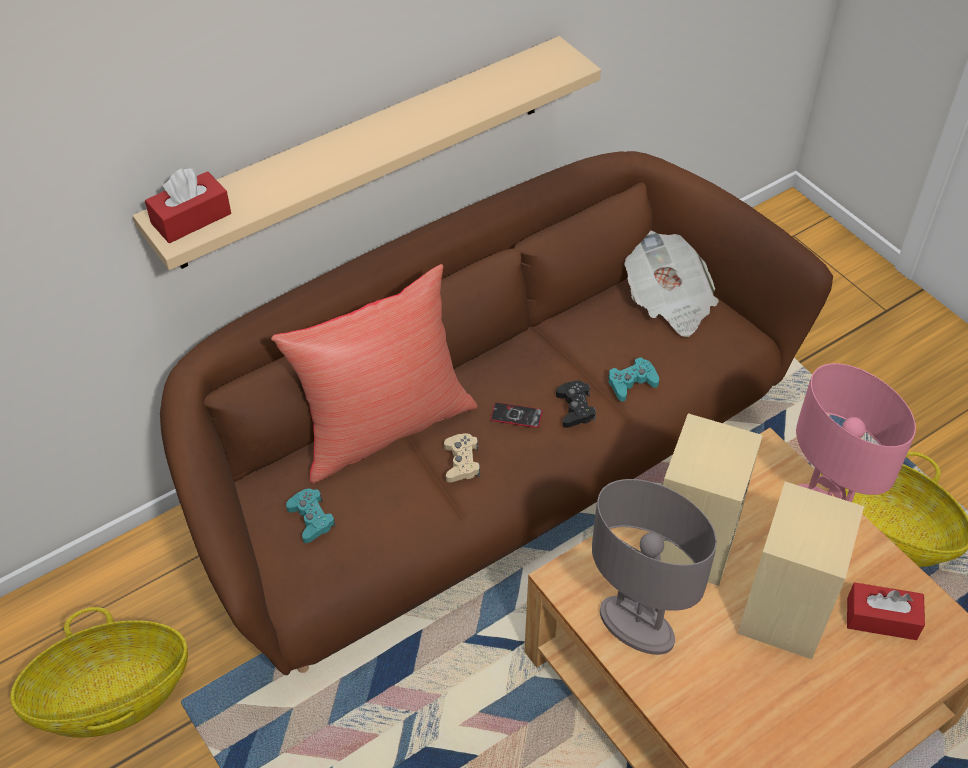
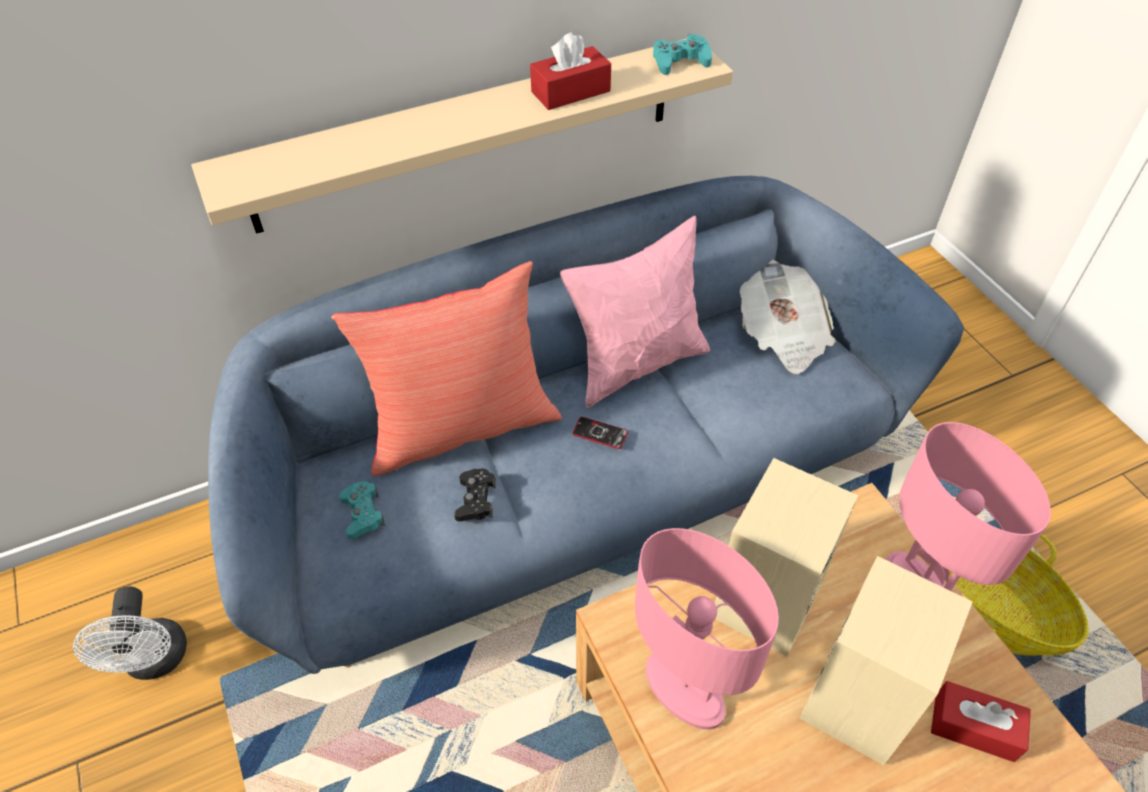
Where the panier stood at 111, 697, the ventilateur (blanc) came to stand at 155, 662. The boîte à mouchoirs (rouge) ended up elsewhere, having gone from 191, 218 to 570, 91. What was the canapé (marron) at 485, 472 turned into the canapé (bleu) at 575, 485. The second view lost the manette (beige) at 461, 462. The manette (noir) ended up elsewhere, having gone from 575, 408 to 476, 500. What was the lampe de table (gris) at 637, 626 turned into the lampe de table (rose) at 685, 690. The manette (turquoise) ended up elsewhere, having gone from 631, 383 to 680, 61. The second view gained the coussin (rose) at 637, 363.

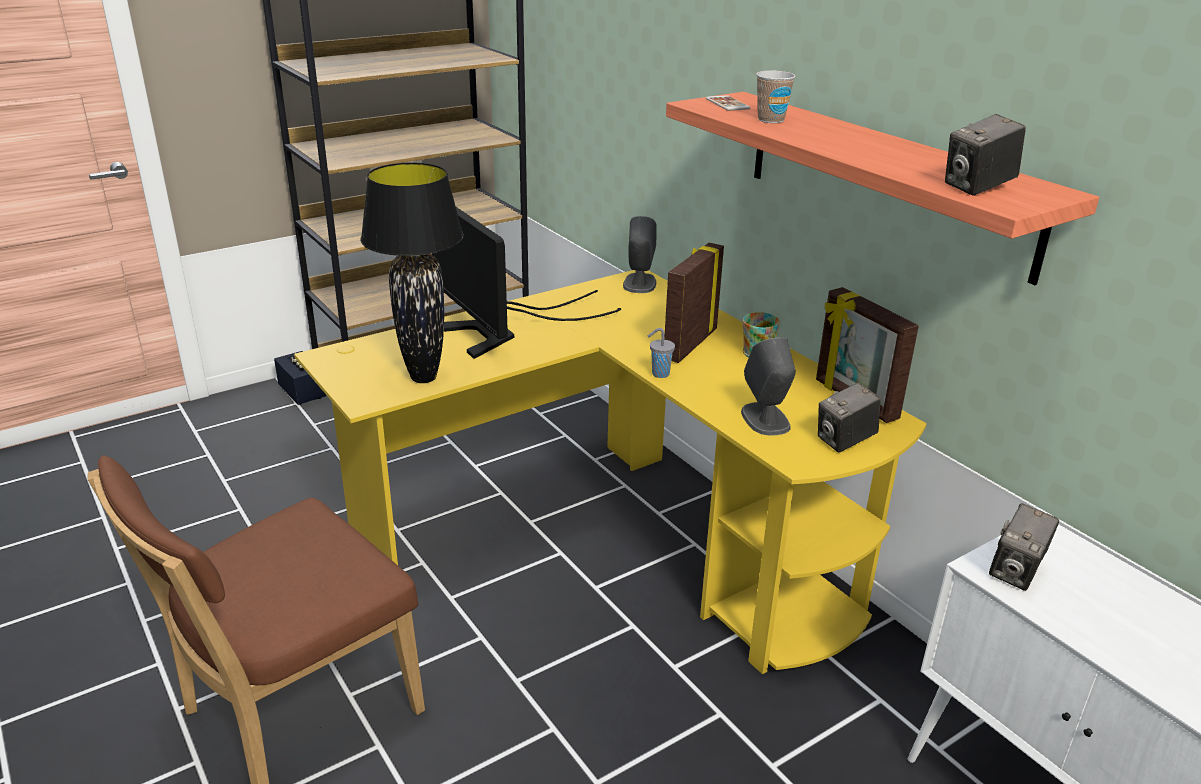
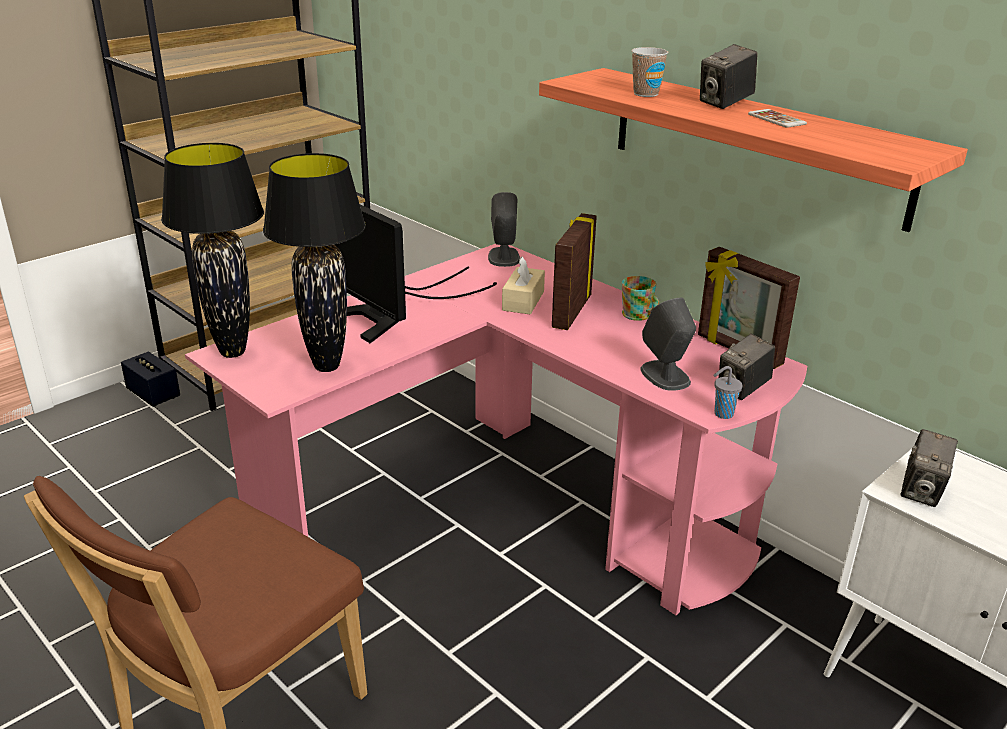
What was the bureau (jaune) at 614, 540 turned into the bureau (rose) at 505, 506. The tasse (gris) ended up elsewhere, having gone from 659, 374 to 722, 414. The téléphone ended up elsewhere, having gone from 727, 104 to 776, 119. The appareil photo ended up elsewhere, having gone from 977, 188 to 725, 103. The second view gained the lampe de table (noir) at 232, 352. The second view gained the boîte à mouchoirs (beige) at 523, 301.

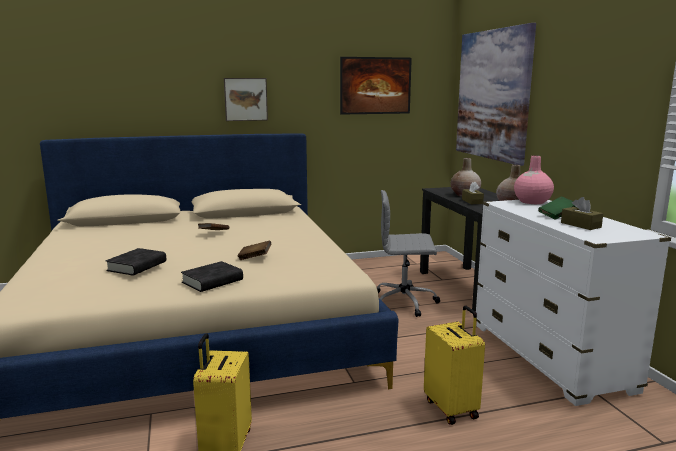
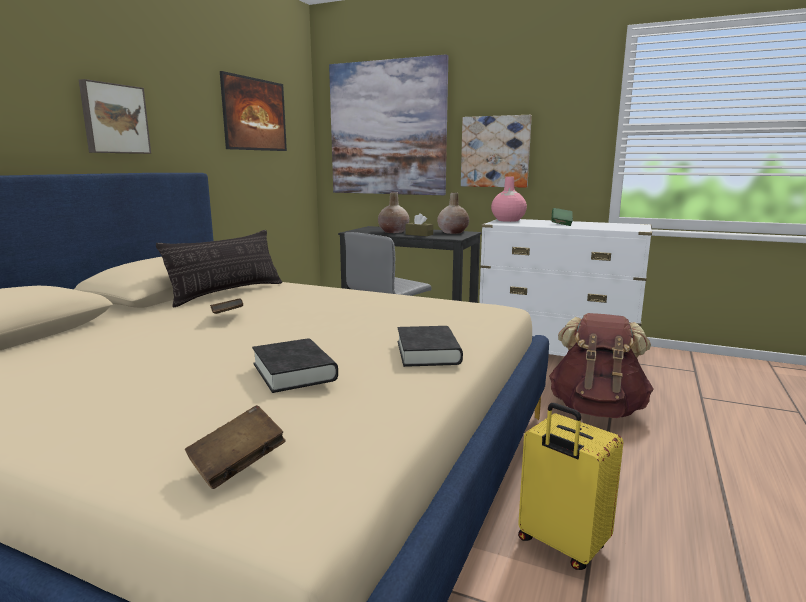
The livre (marron) ended up elsewhere, having gone from 255, 258 to 237, 465. Where the valise (jaune) stood at 452, 408, the sac à dos (marron) came to stand at 597, 409. The second view lost the boîte à mouchoirs (marron) at 580, 225. The second view gained the coussin at 227, 293. The second view gained the tableau at 495, 152.

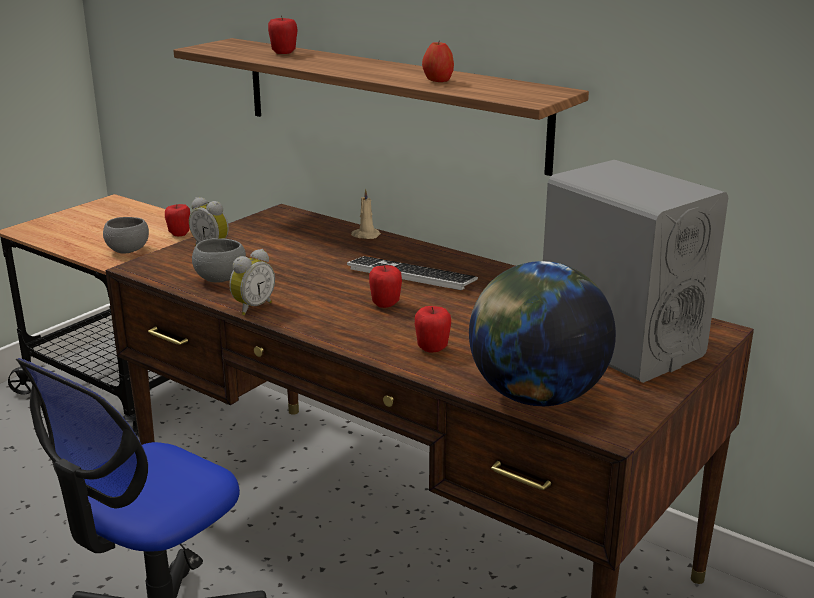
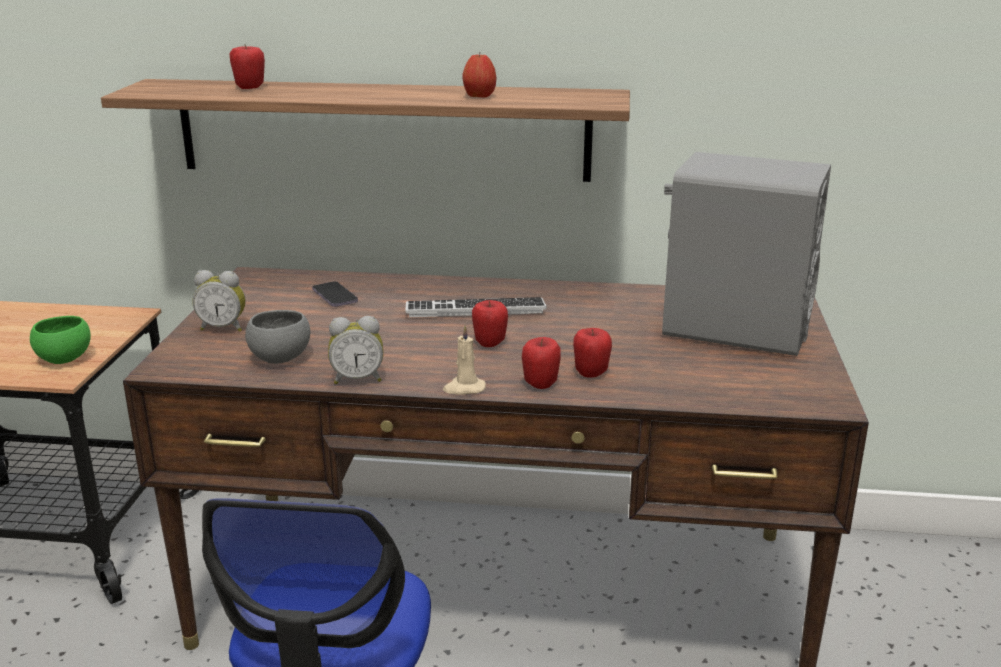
What was the bol (gris) at 128, 250 turned into the bol (vert) at 65, 359. The pomme ended up elsewhere, having gone from 179, 234 to 540, 384. The réveil at 252, 307 ended up facing another way, 75 degrees clockwise from before. The bougie (beige) ended up elsewhere, having gone from 365, 235 to 464, 388. The second view lost the globe at 536, 396. The second view gained the téléphone at 334, 296.

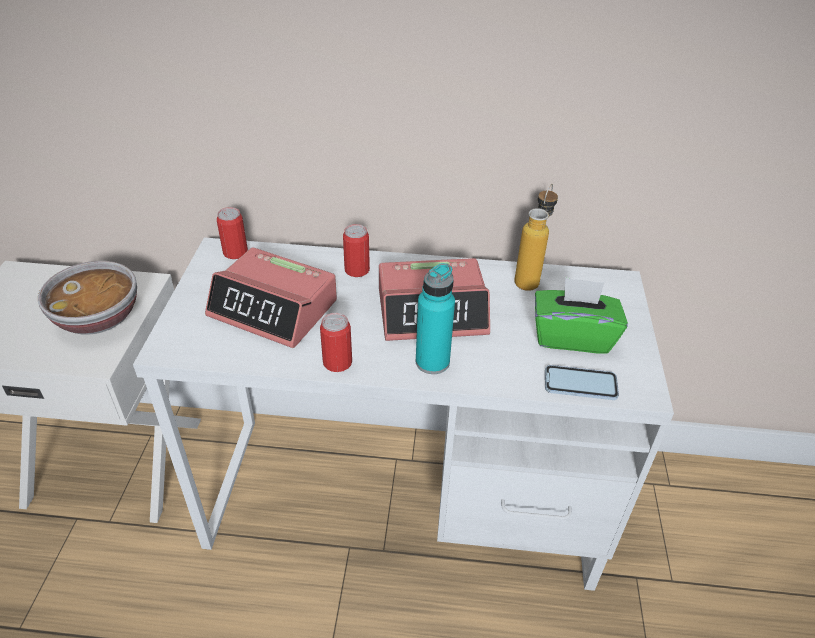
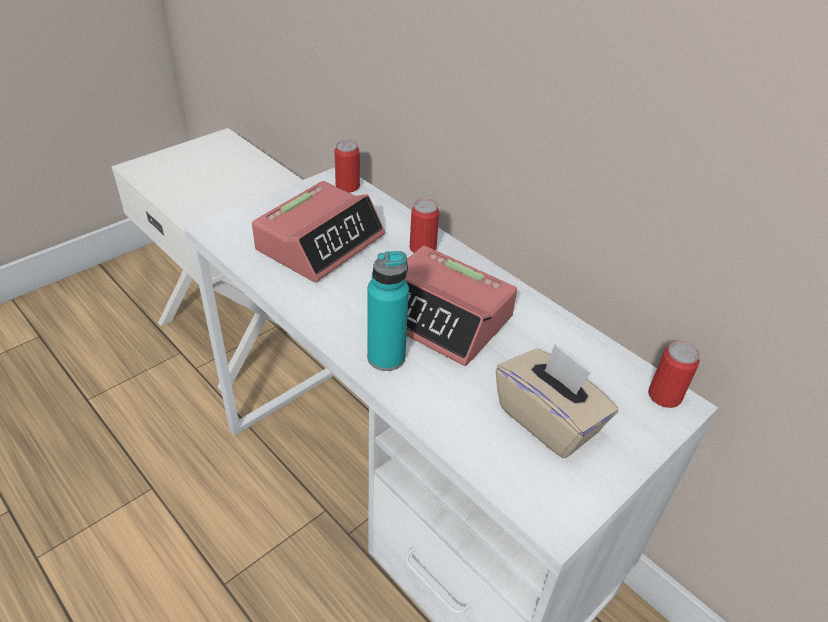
The second view lost the bol at 99, 318. The réveil at 274, 309 ended up facing another way, 120 degrees counterclockwise from before. The boîte métallique ended up elsewhere, having gone from 337, 362 to 664, 396. The second view lost the bouteille at 530, 278. What was the boîte à mouchoirs (vert) at 572, 336 turned into the boîte à mouchoirs (beige) at 548, 420. The second view lost the téléphone at 580, 384.

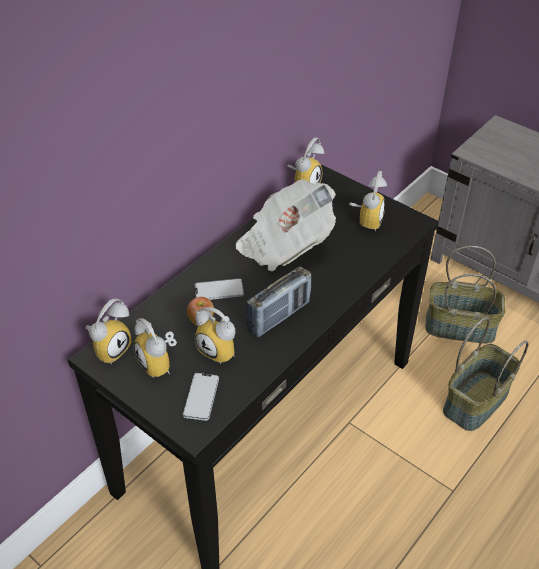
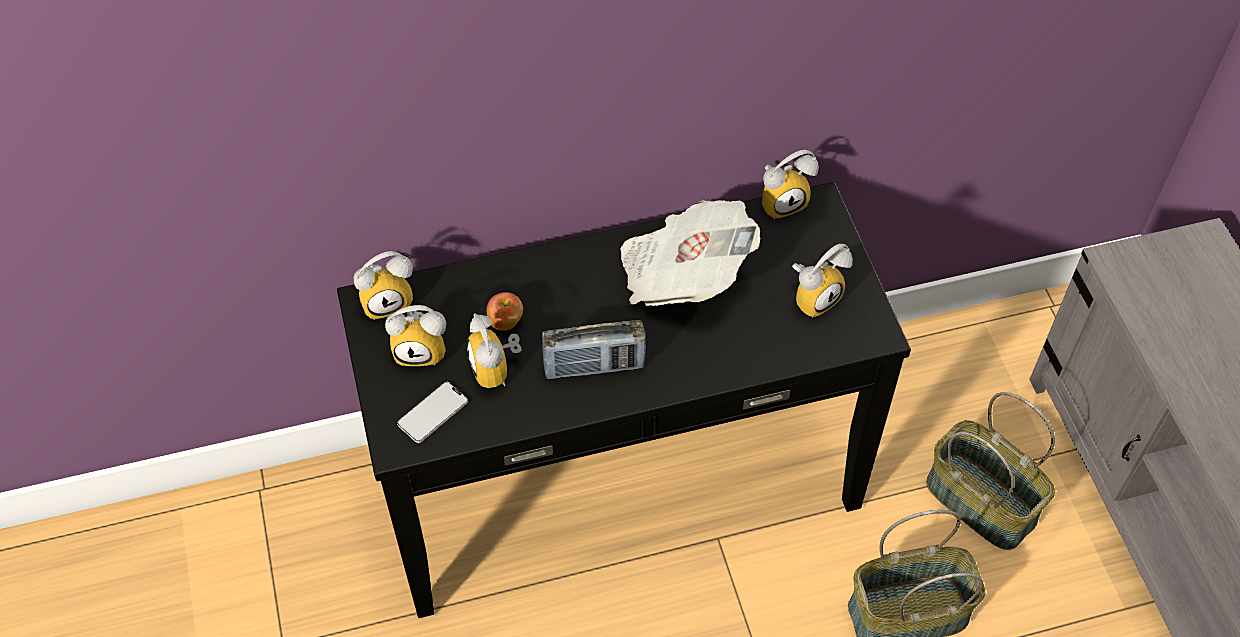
The réveil at 160, 364 ended up facing another way, 90 degrees counterclockwise from before. The second view lost the téléphone at 219, 290.

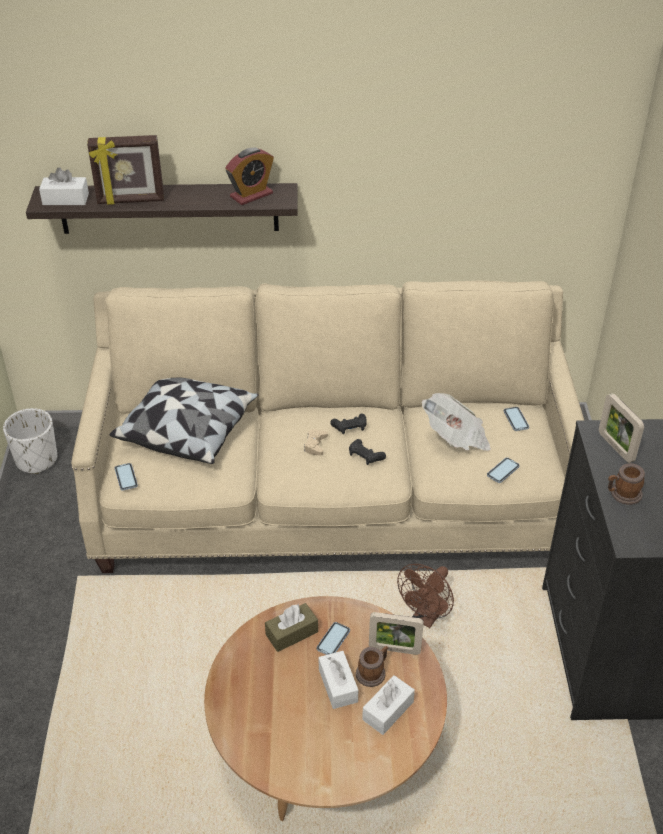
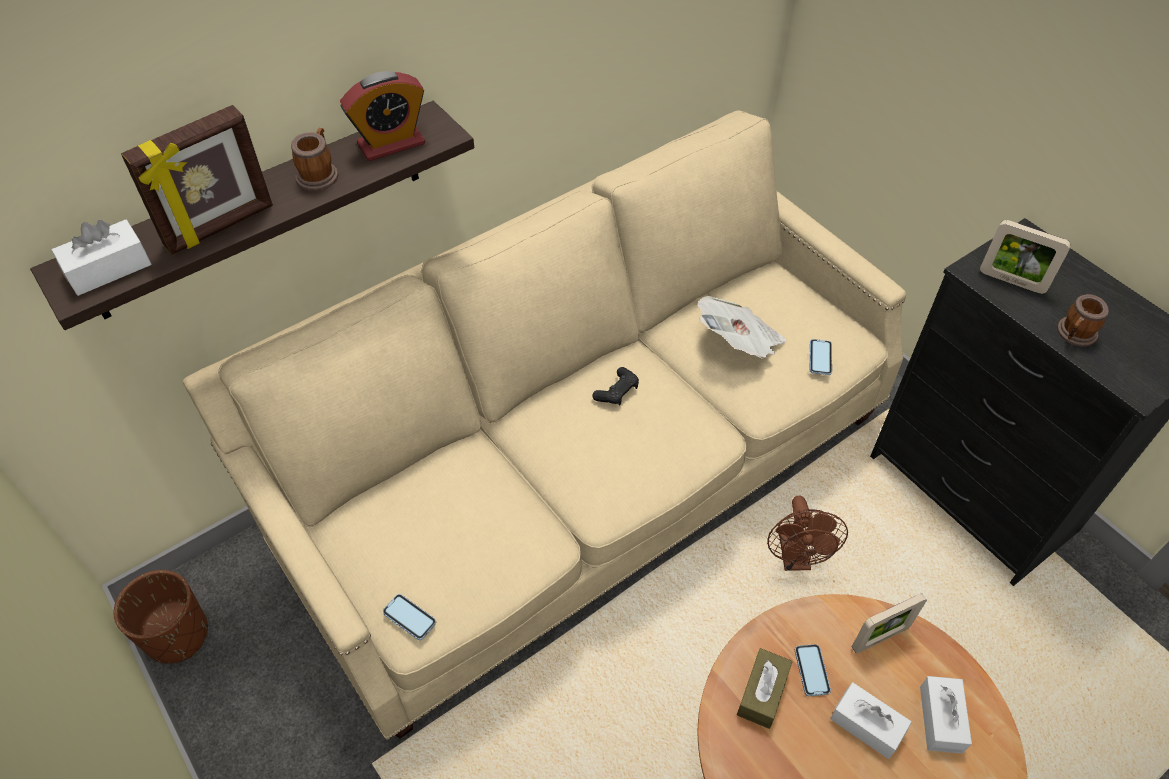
What was the cache-pot (blanc) at 36, 460 turned into the cache-pot (marron) at 177, 635. The second view lost the coussin at 188, 429. The réveil at 251, 195 ended up facing another way, 45 degrees clockwise from before. The second view lost the manette (beige) at 315, 445. The second view lost the manette (noir) at 365, 456. The mug ended up elsewhere, having gone from 373, 672 to 319, 174. The second view lost the téléphone at 516, 420.

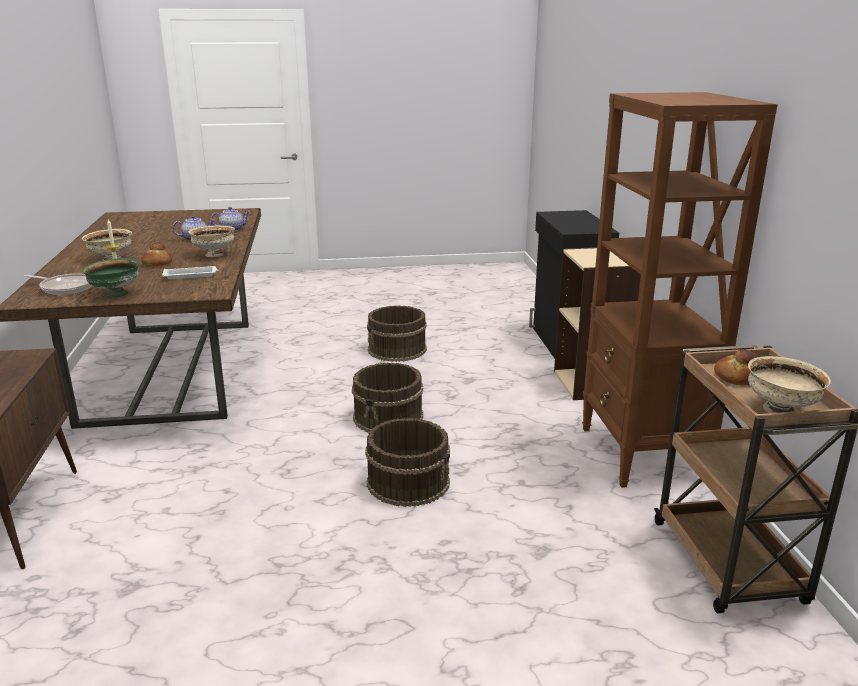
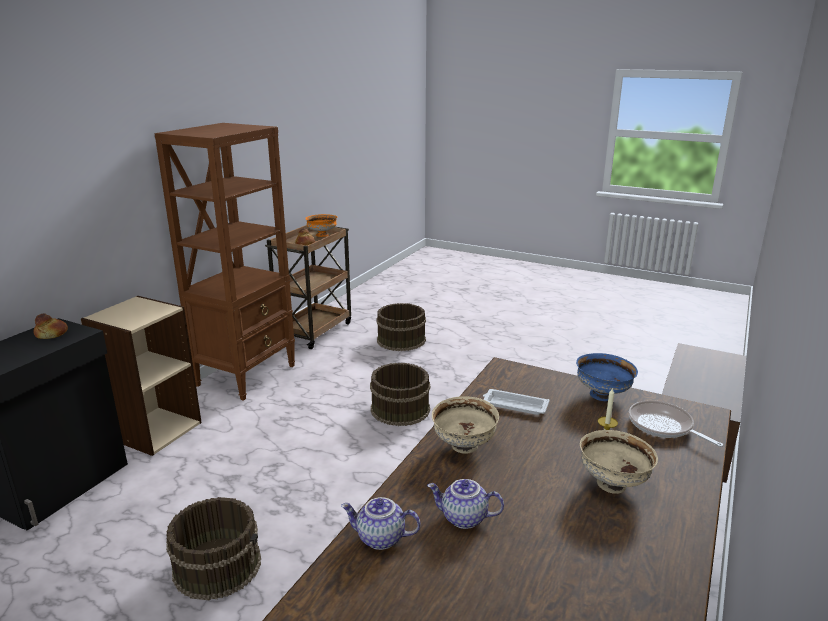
What was the bol (vert) at 115, 294 turned into the bol (bleu) at 602, 395. The pain ended up elsewhere, having gone from 157, 264 to 51, 335. The seau (marron) ended up elsewhere, having gone from 389, 417 to 401, 340. What was the bol (beige) at 780, 410 turned into the bol (orange) at 322, 235.

